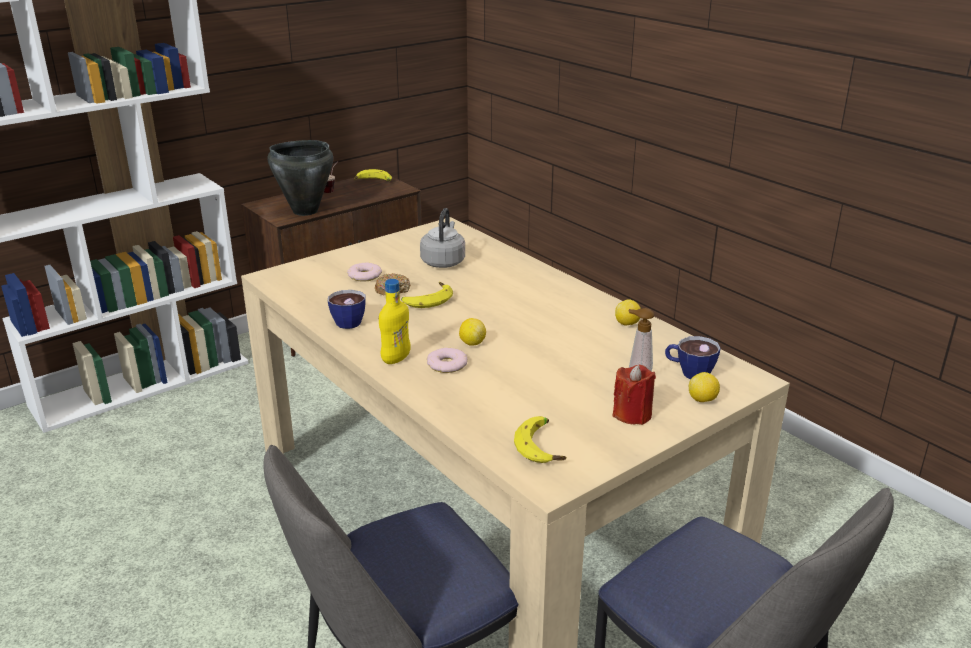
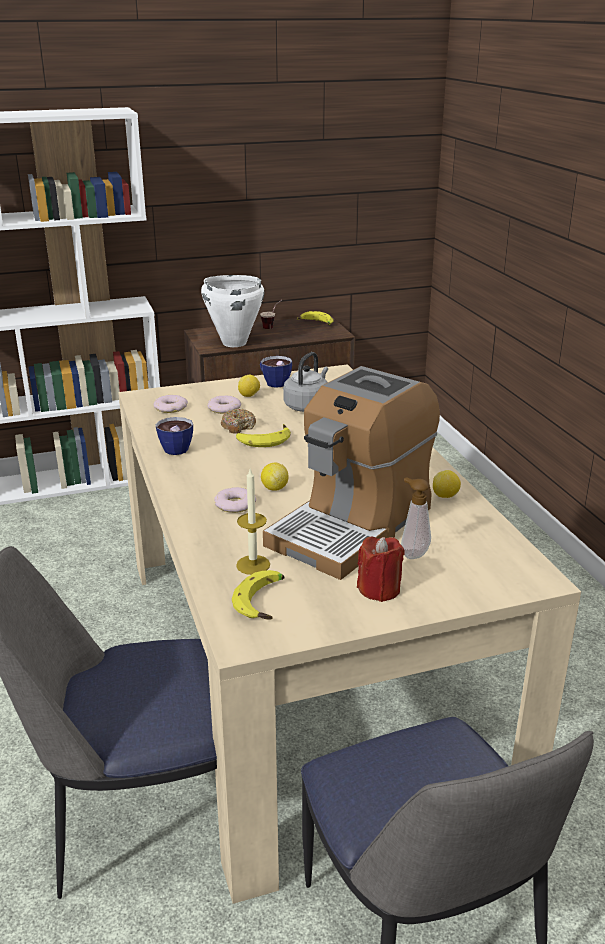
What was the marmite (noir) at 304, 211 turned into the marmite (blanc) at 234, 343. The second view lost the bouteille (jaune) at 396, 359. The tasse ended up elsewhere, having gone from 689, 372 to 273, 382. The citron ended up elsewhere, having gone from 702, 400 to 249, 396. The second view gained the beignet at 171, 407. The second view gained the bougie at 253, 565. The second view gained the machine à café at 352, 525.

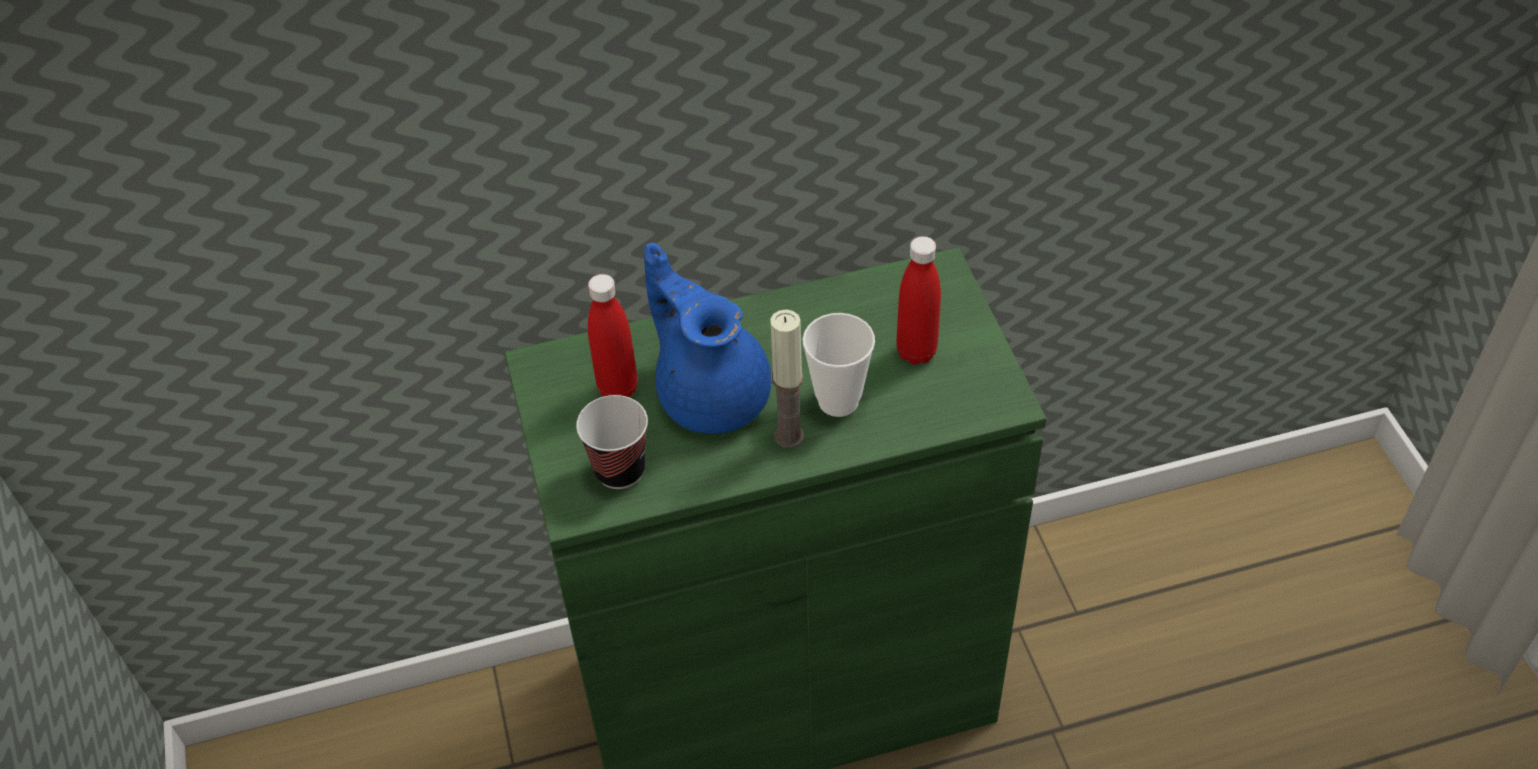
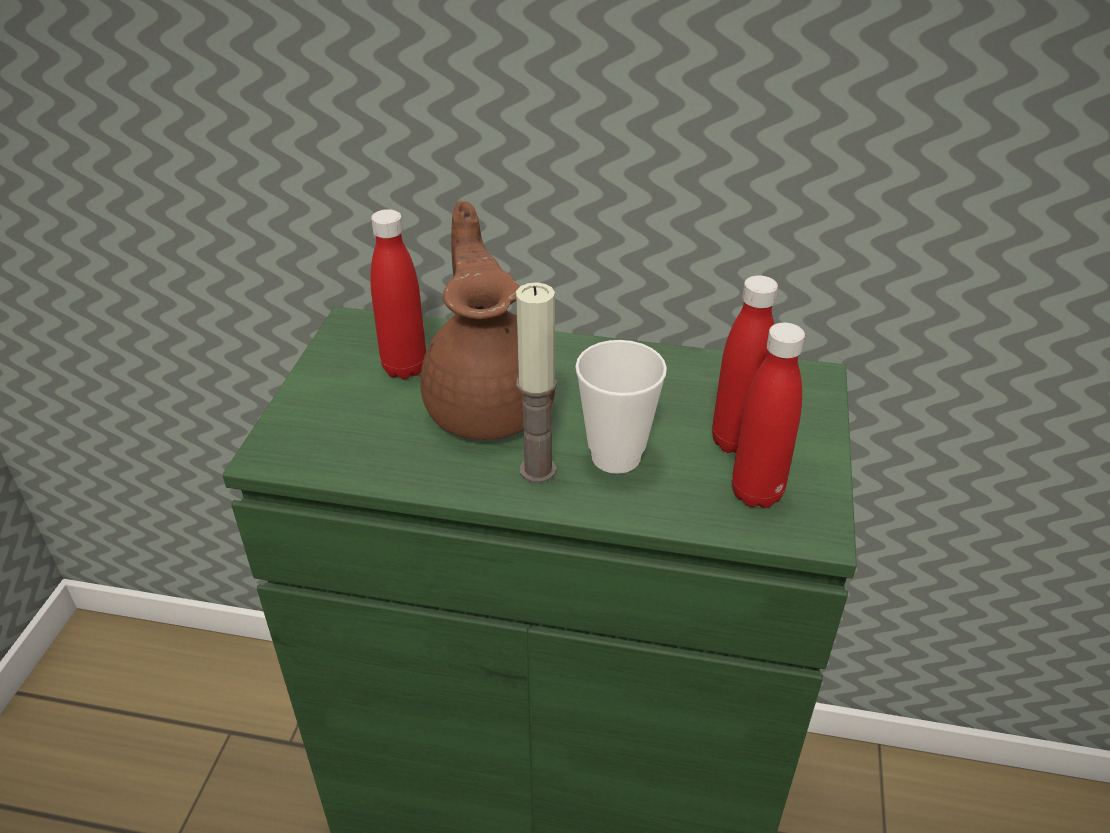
The second view lost the tasse at 620, 470. What was the théière (bleu) at 711, 393 turned into the théière (marron) at 490, 402. The second view gained the bouteille (rouge) at 756, 493.

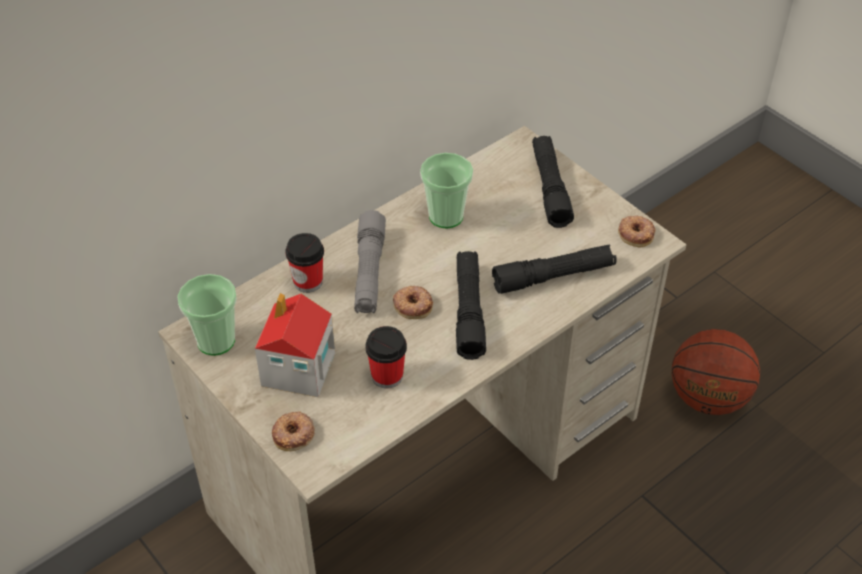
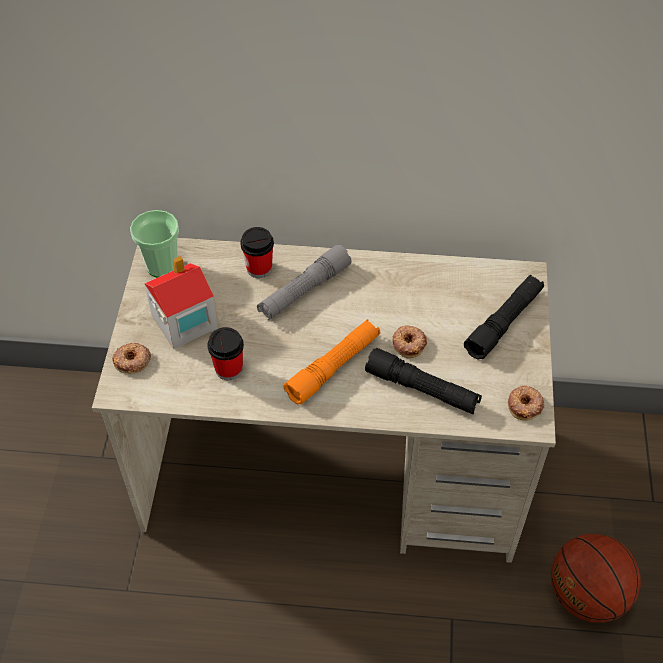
The beignet ended up elsewhere, having gone from 413, 305 to 409, 343. The second view lost the tasse at 446, 216. What was the lampe de poche (noir) at 468, 311 turned into the lampe de poche (orange) at 333, 367.

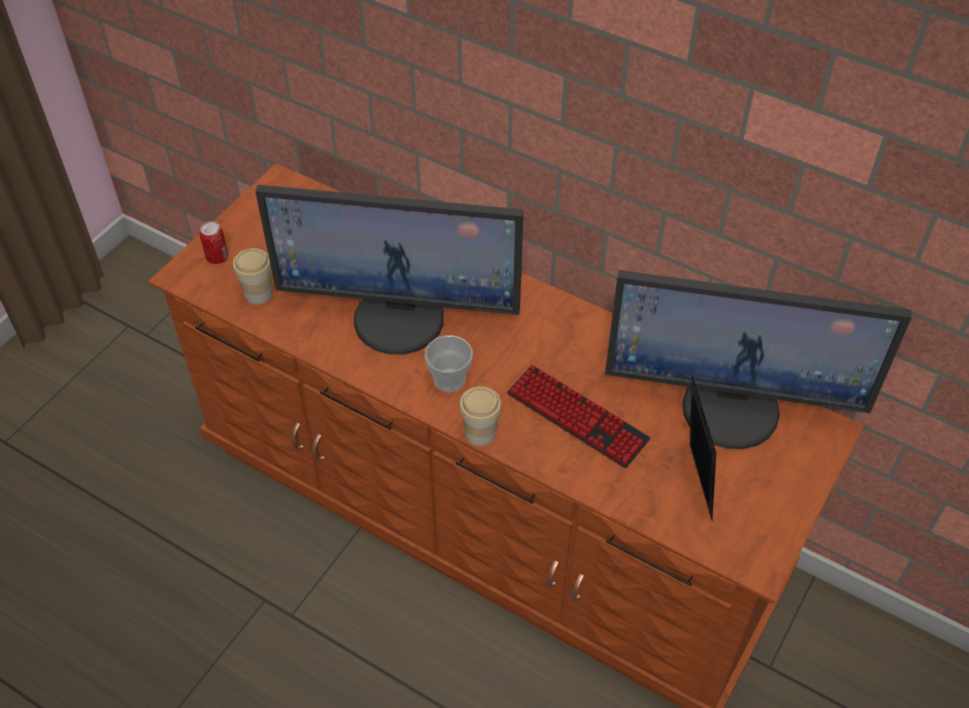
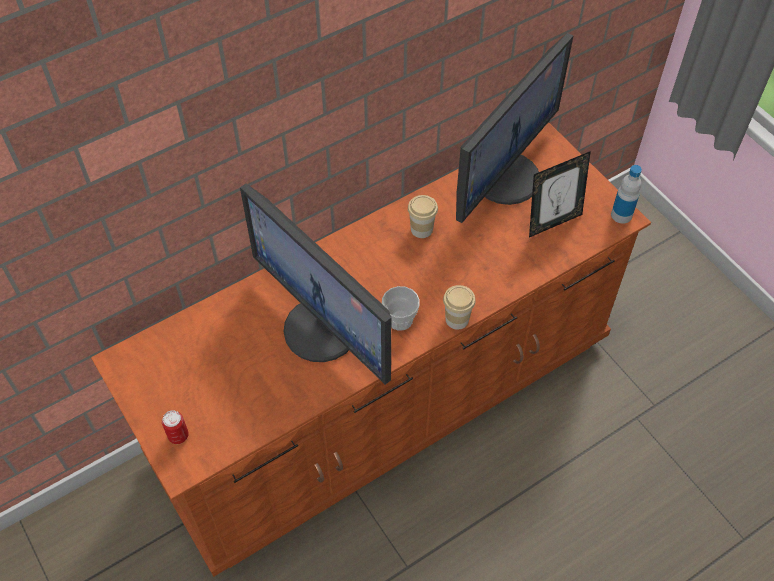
The tasse ended up elsewhere, having gone from 258, 293 to 421, 229. The écran d'ordinateur at 400, 317 ended up facing another way, 105 degrees clockwise from before. The second view lost the clavier at 577, 417. The cadre photo at 693, 483 ended up facing another way, 135 degrees clockwise from before. The second view gained the bouteille at 621, 215.

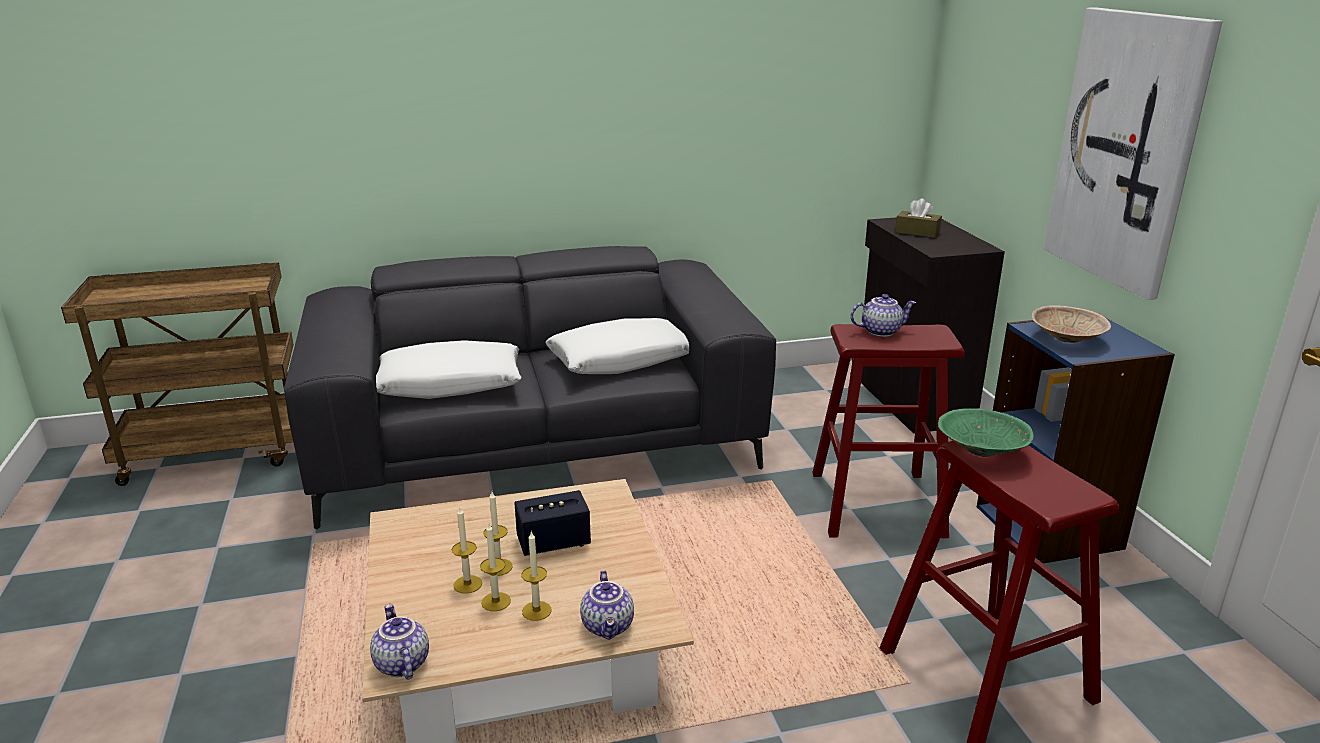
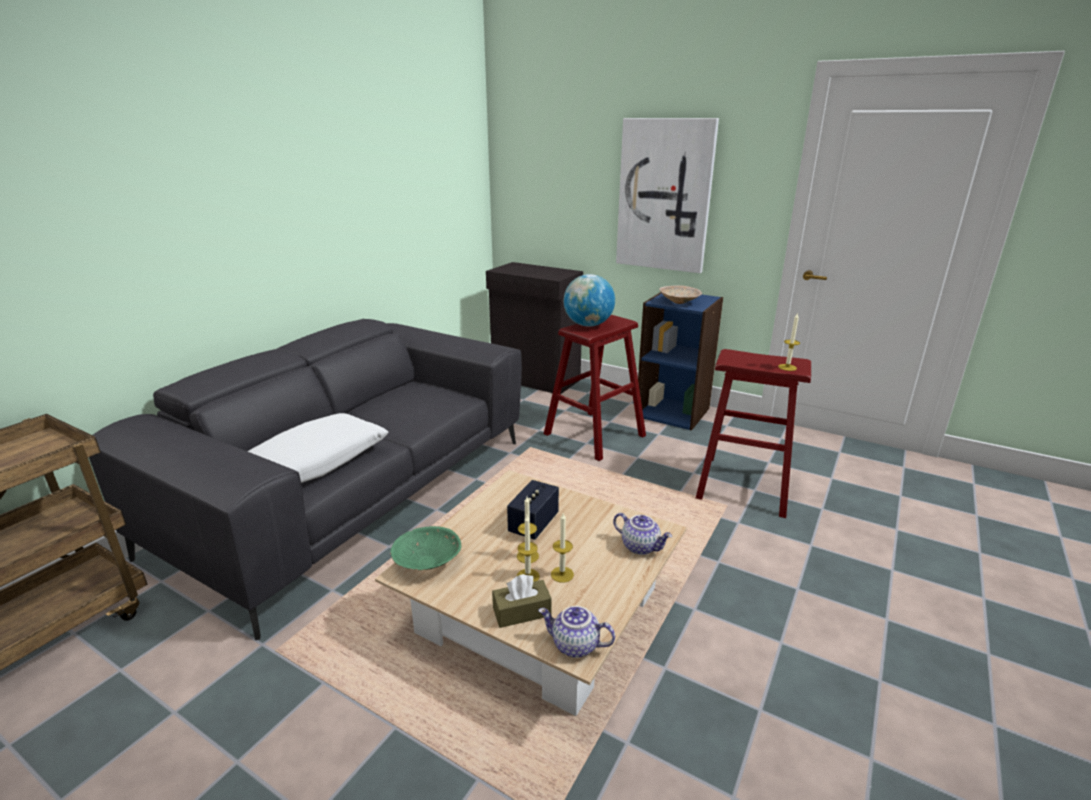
The bougie ended up elsewhere, having gone from 536, 611 to 787, 367. The second view lost the coussin (blanc) at 621, 360. Where the théière stood at 881, 331, the globe came to stand at 588, 325. The boîte à mouchoirs (marron) ended up elsewhere, having gone from 917, 232 to 522, 612. The bol (vert) ended up elsewhere, having gone from 980, 450 to 426, 562.

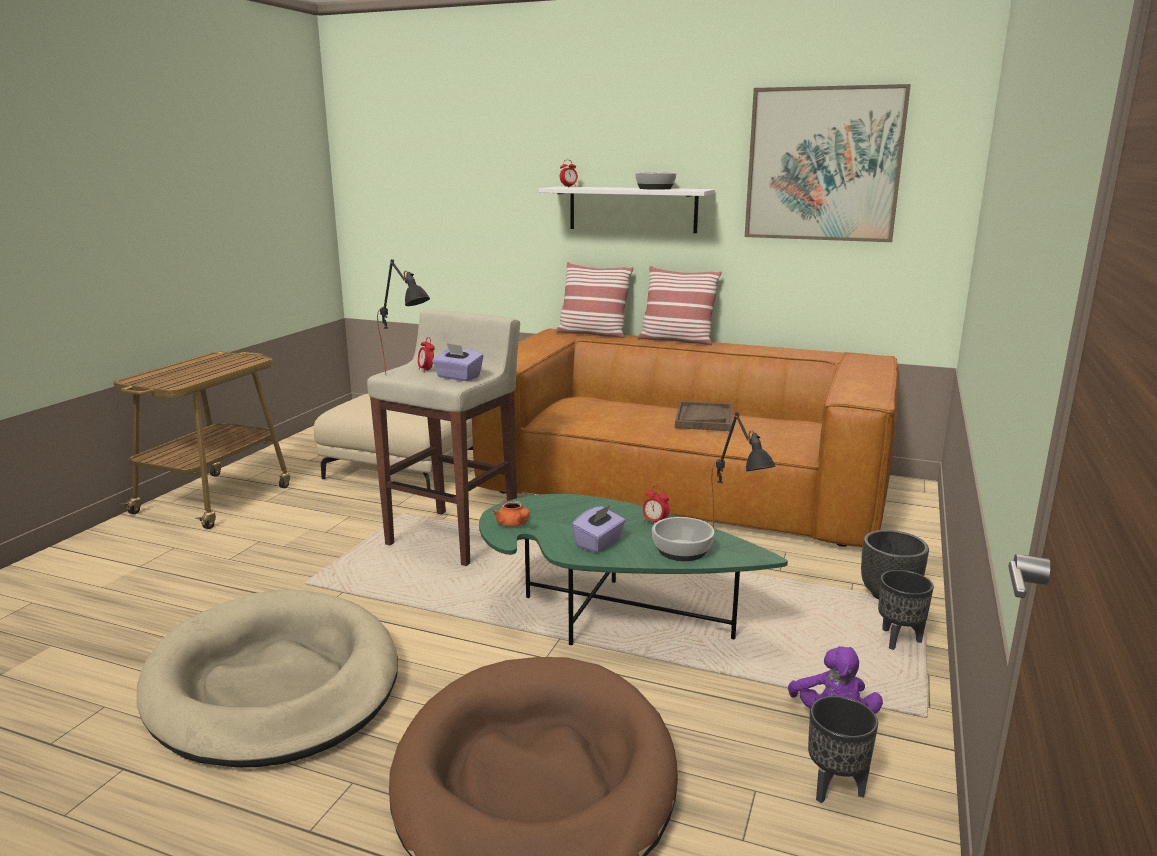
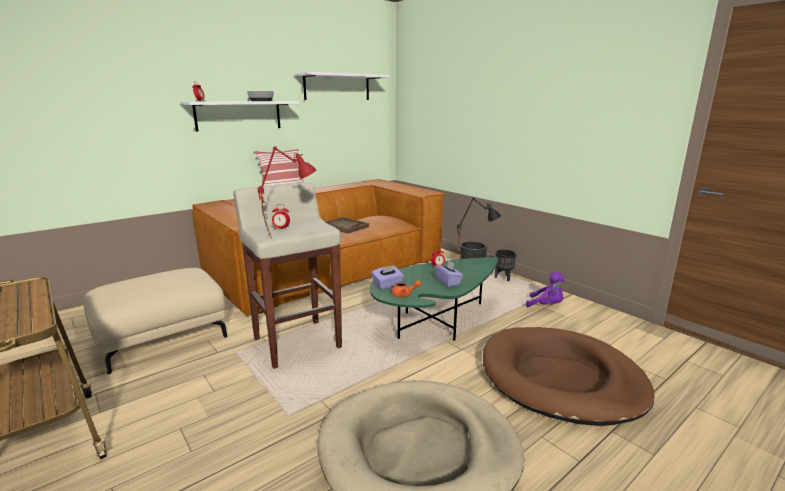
What was the lampe de table (noir) at 407, 379 turned into the lampe de table (rouge) at 291, 235. The boîte à mouchoirs (violet) ended up elsewhere, having gone from 458, 377 to 387, 285. The second view lost the coussin at 592, 333. The second view lost the bol at 682, 550. Where the tableau hung at 823, 164, the étagère (blanc) came to hang at 337, 87. The second view lost the cache-pot (noir) at 836, 789.

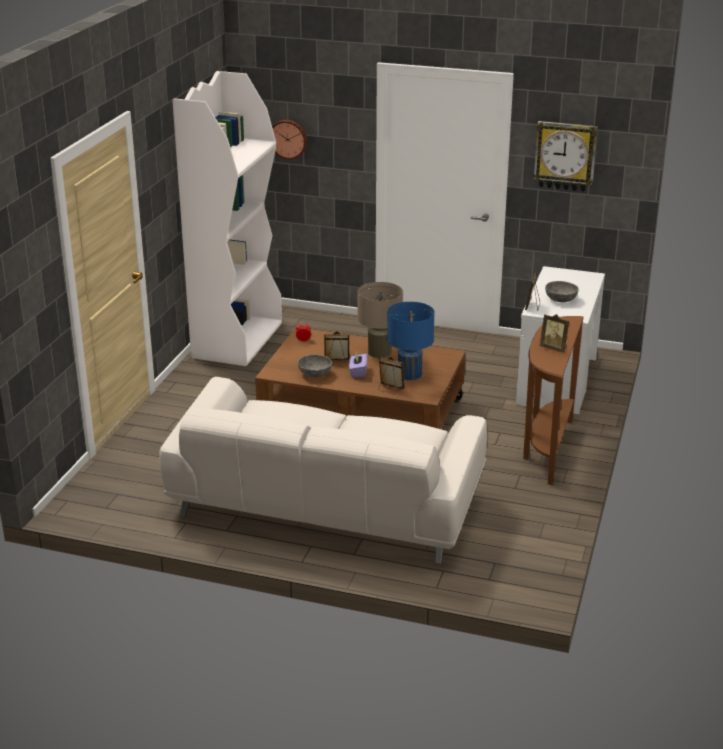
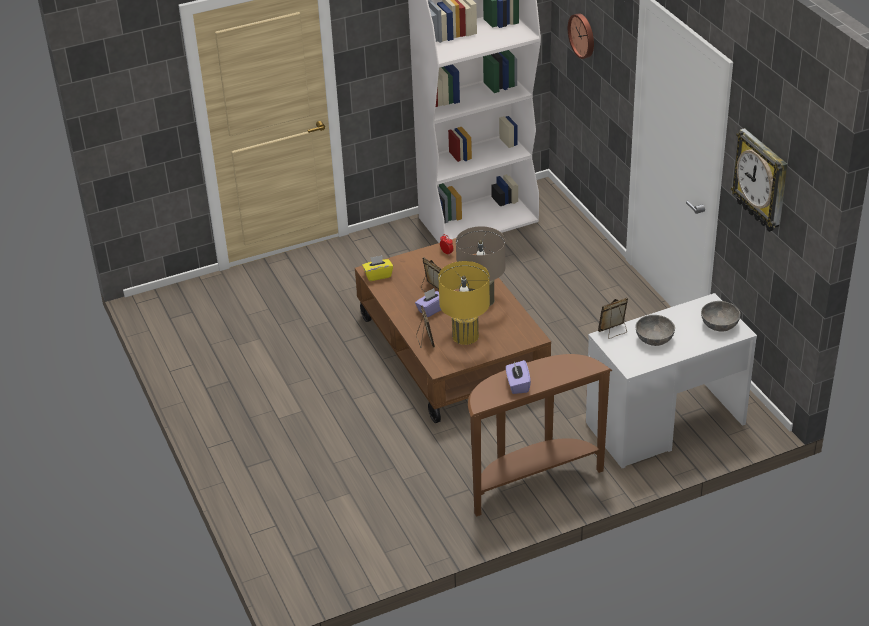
The second view lost the canapé (blanc) at 325, 505. The bol (gris) ended up elsewhere, having gone from 315, 374 to 719, 325. What was the lampe de table (bleu) at 409, 374 turned into the lampe de table (jaune) at 465, 336. Where the cadre photo stood at 554, 348, the boîte à mouchoirs (violet) came to stand at 517, 385. The second view gained the boîte à mouchoirs (jaune) at 378, 275.

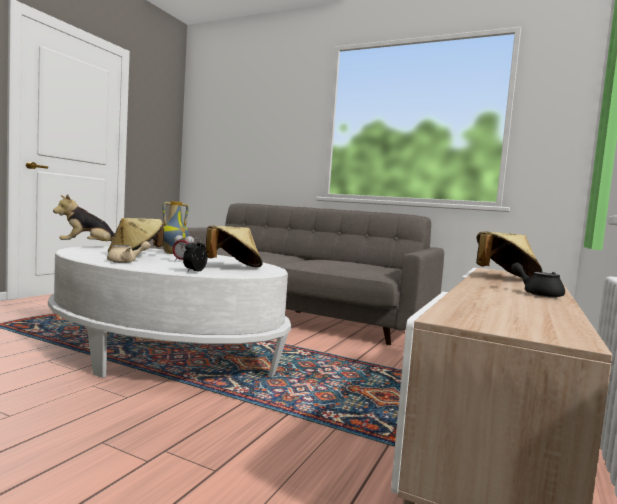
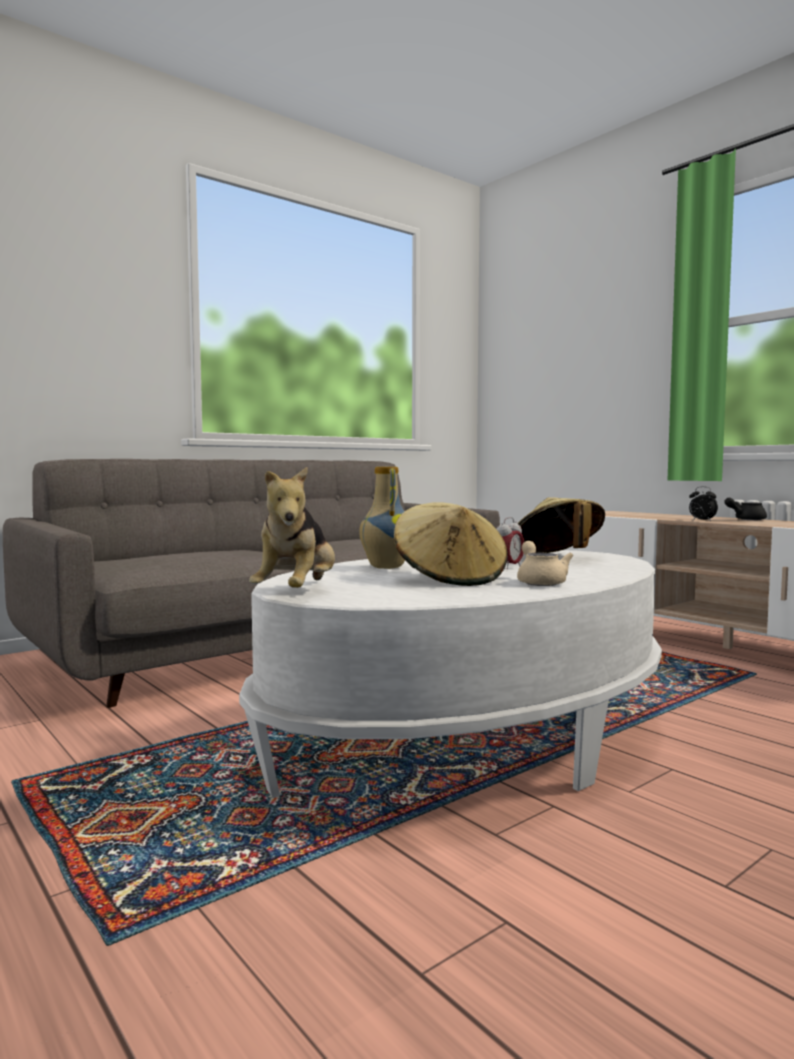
The réveil ended up elsewhere, having gone from 194, 271 to 701, 521. The second view lost the chapeau (beige) at 504, 278.

